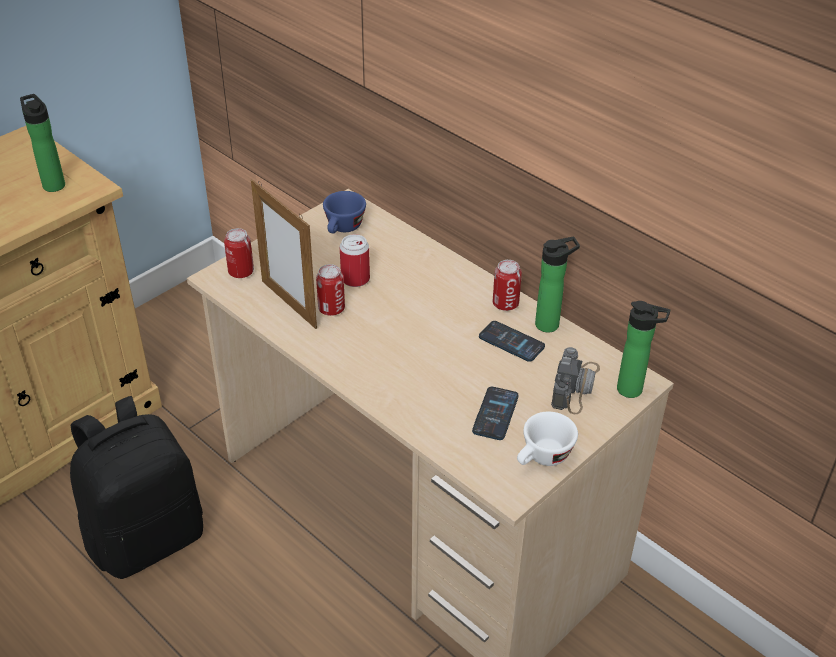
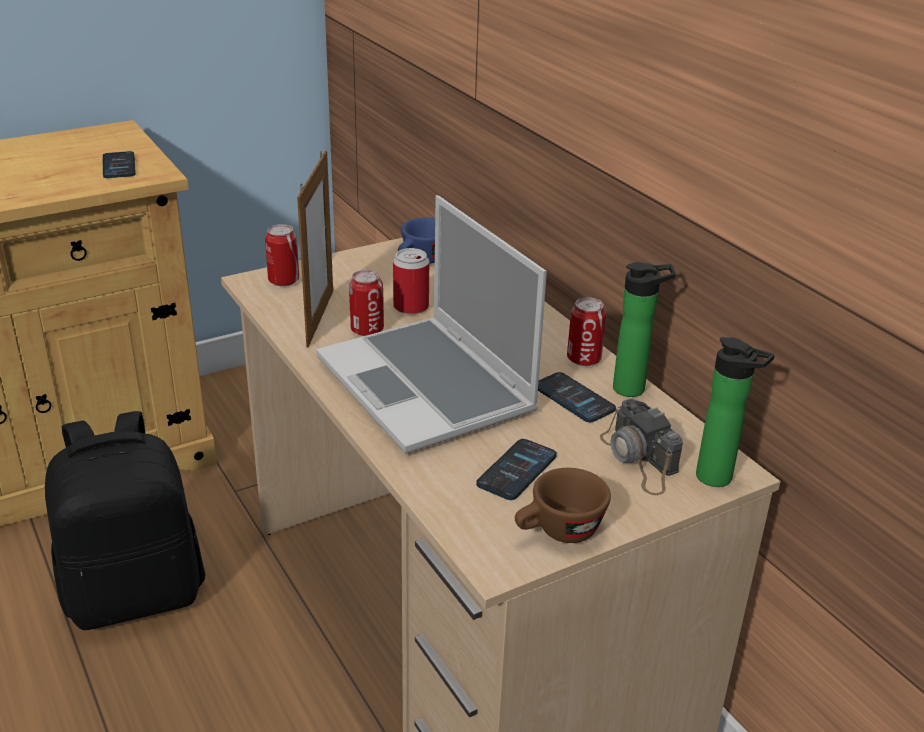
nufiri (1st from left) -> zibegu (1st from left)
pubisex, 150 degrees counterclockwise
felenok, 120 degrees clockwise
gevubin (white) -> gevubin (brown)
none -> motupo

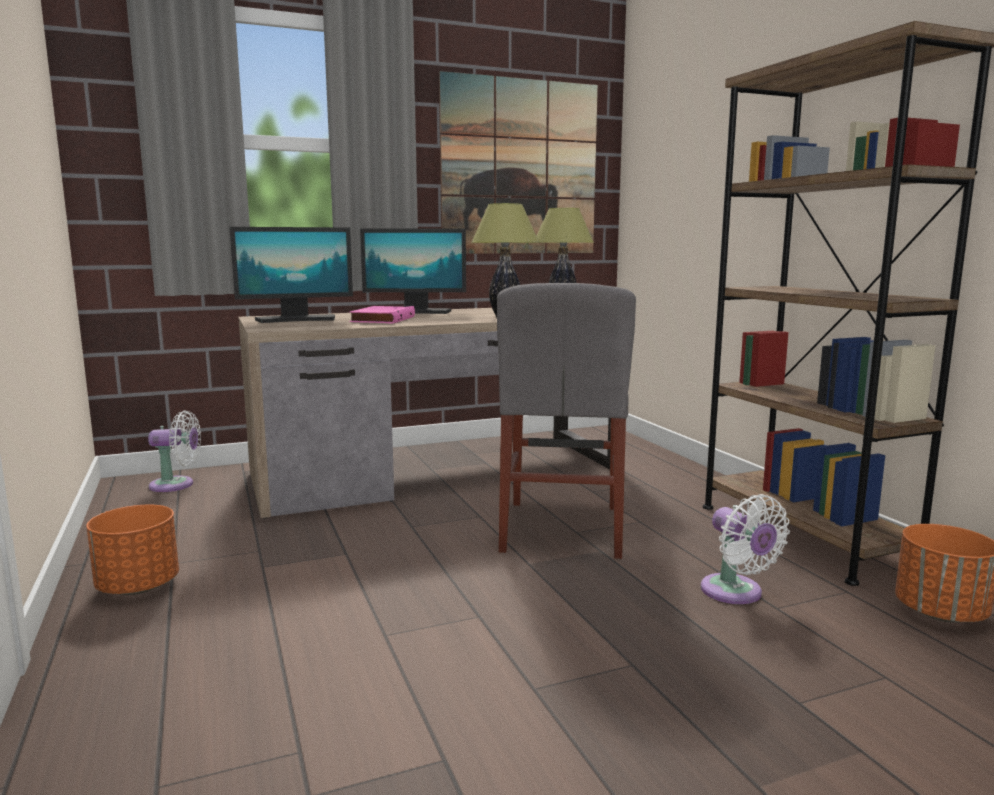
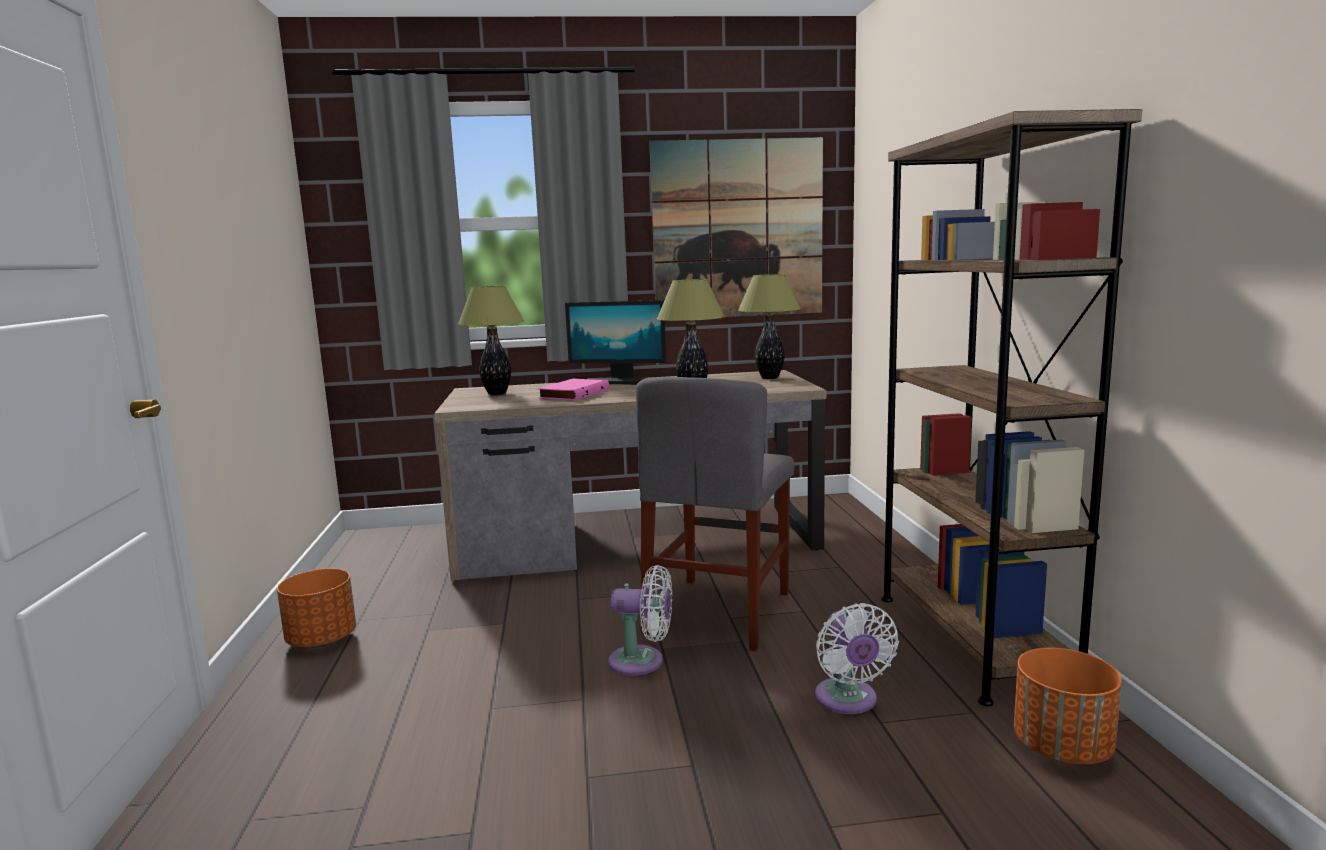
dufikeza (1st from left) -> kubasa (1st from left)
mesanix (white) (1st from left), moved

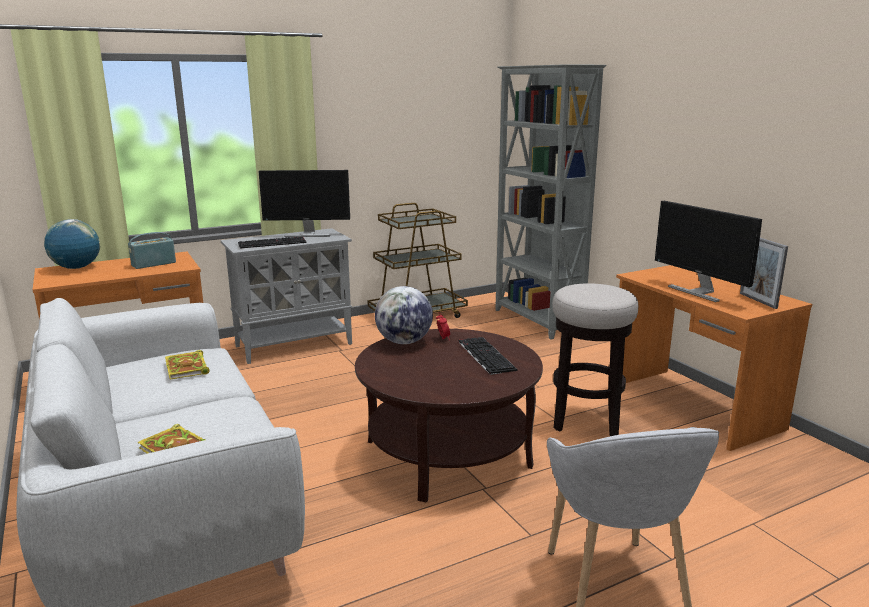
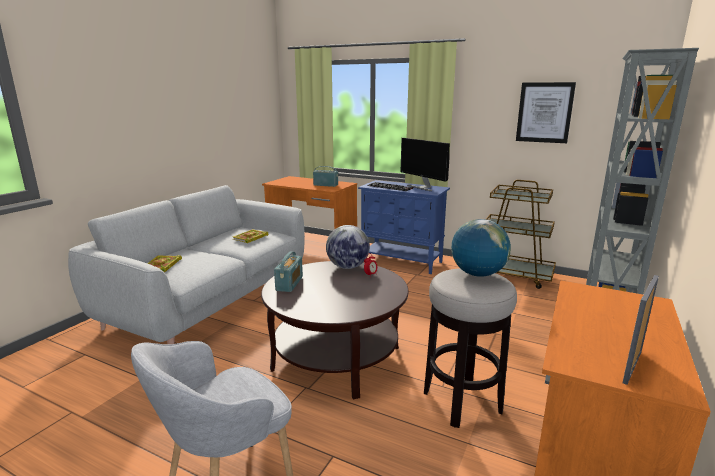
dufikeza (2nd from left) -> none
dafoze (1st from left in the first image) -> dafoze (2nd from left), moved
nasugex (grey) -> nasugex (blue)
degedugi (2nd from left) -> none
none -> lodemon
none -> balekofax (1st from left)

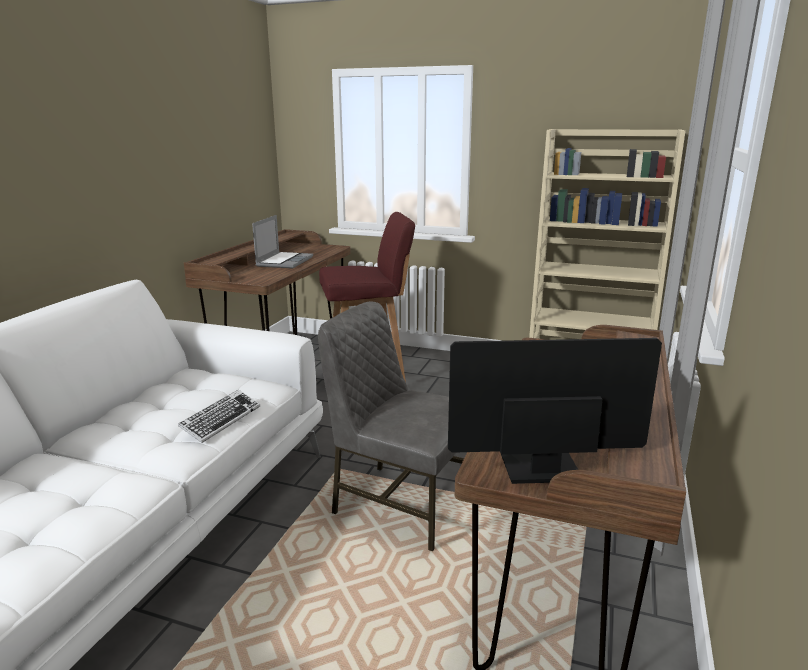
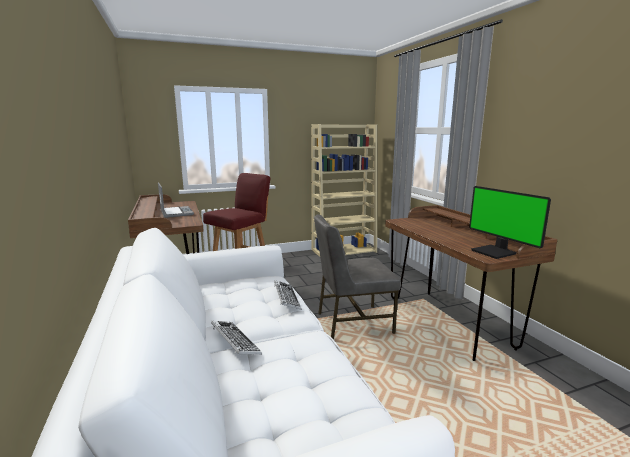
dufikeza, 75 degrees counterclockwise
none -> degedugi (1st from left)

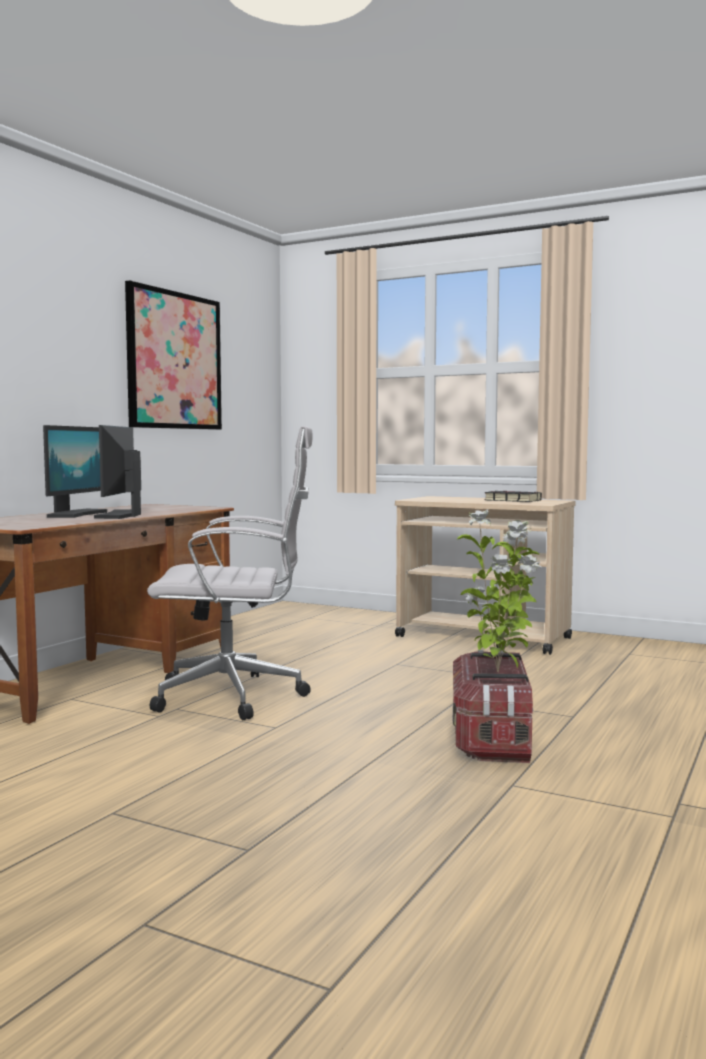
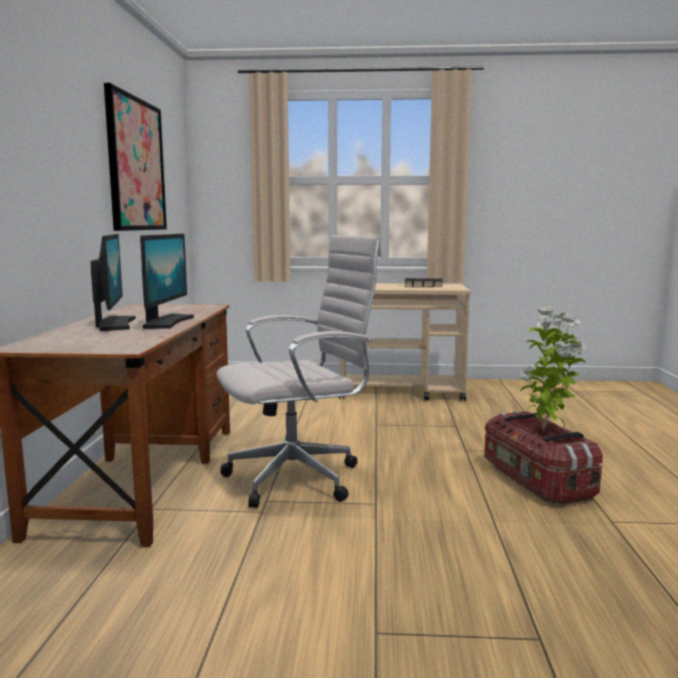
dufikeza (2nd from left), 150 degrees counterclockwise

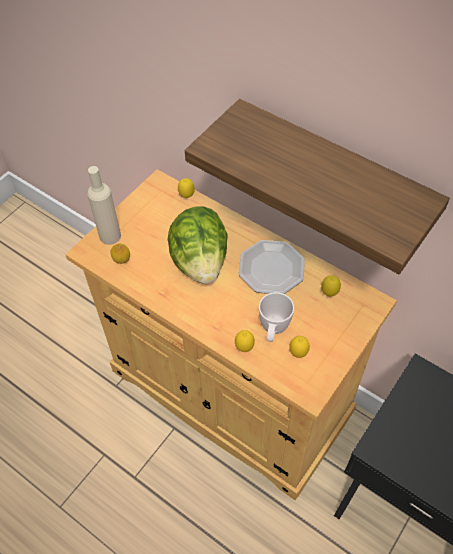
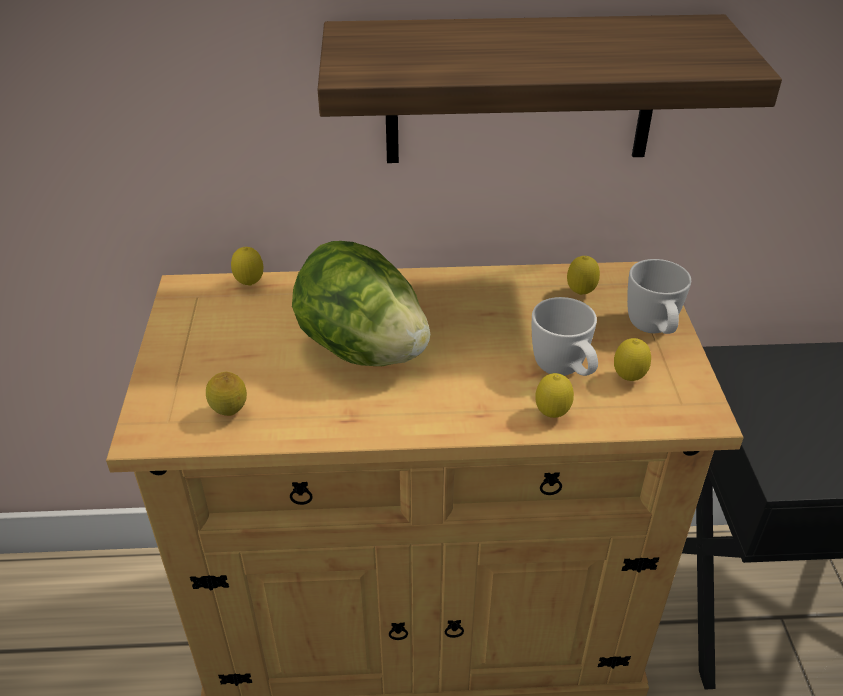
nufiri (beige) -> none
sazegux -> none
none -> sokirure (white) (2nd from left)

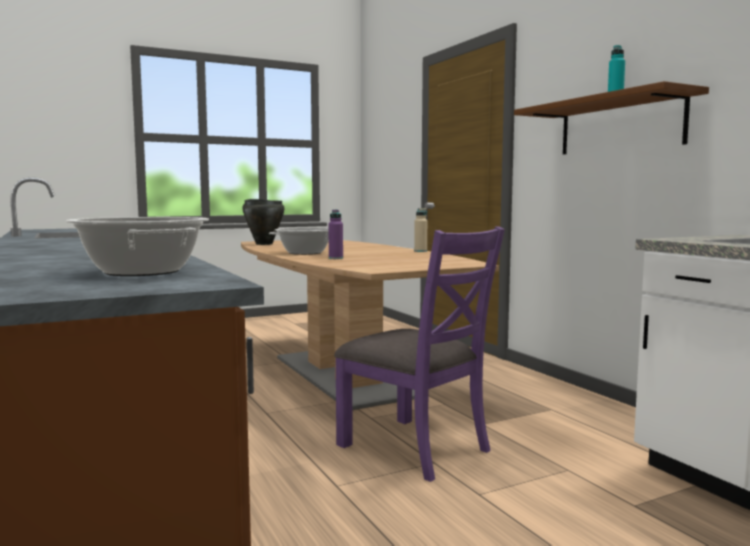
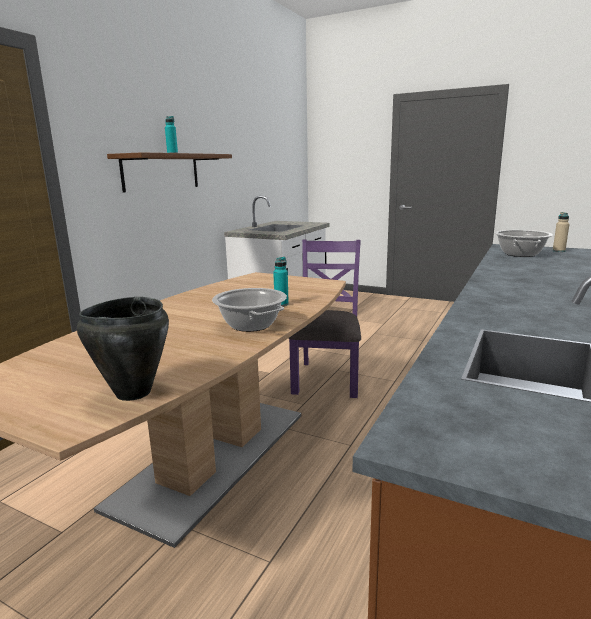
nufiri (beige), moved
nufiri (purple) -> nufiri (turquoise) (2nd from left)

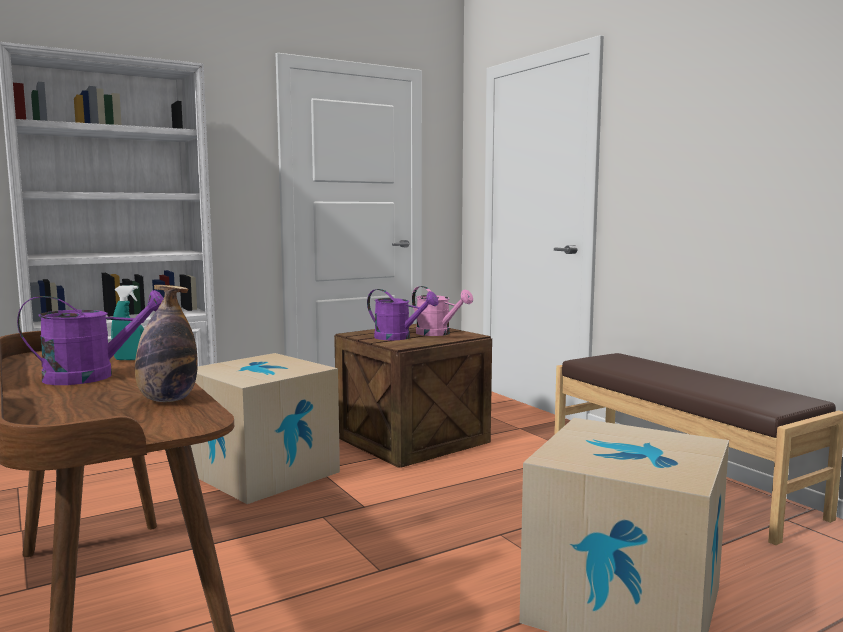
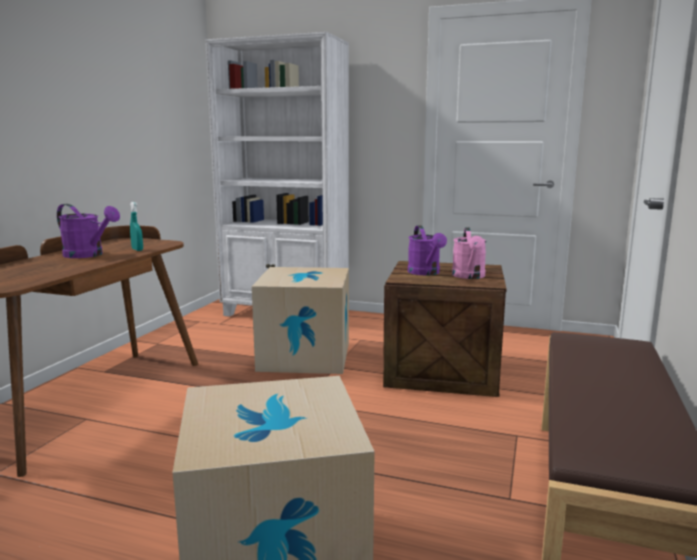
nufiri -> none

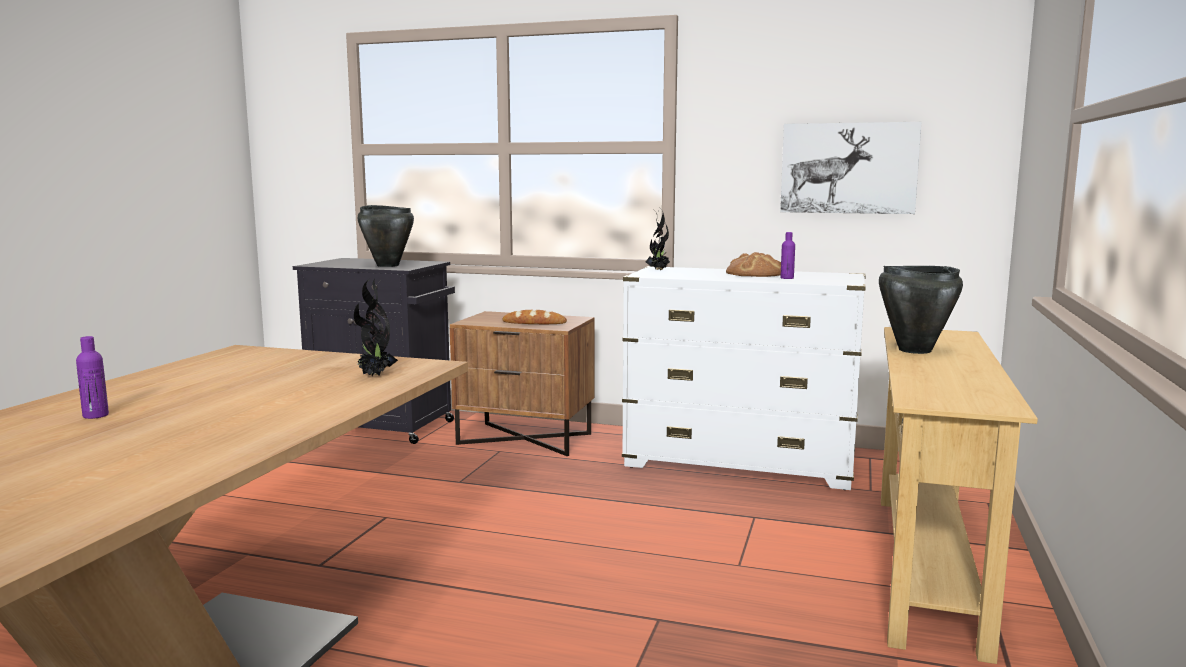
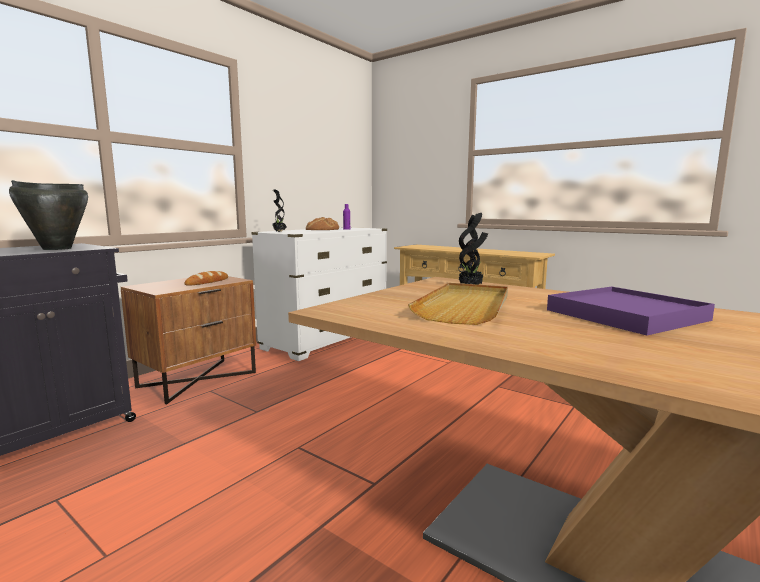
lodemon -> none
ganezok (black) (2nd from left) -> none
nufiri (purple) (1st from left) -> none
none -> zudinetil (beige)
none -> zudinetil (purple)

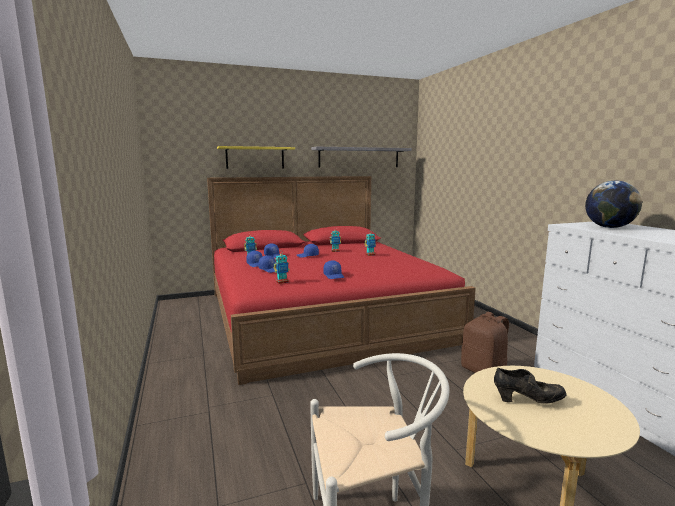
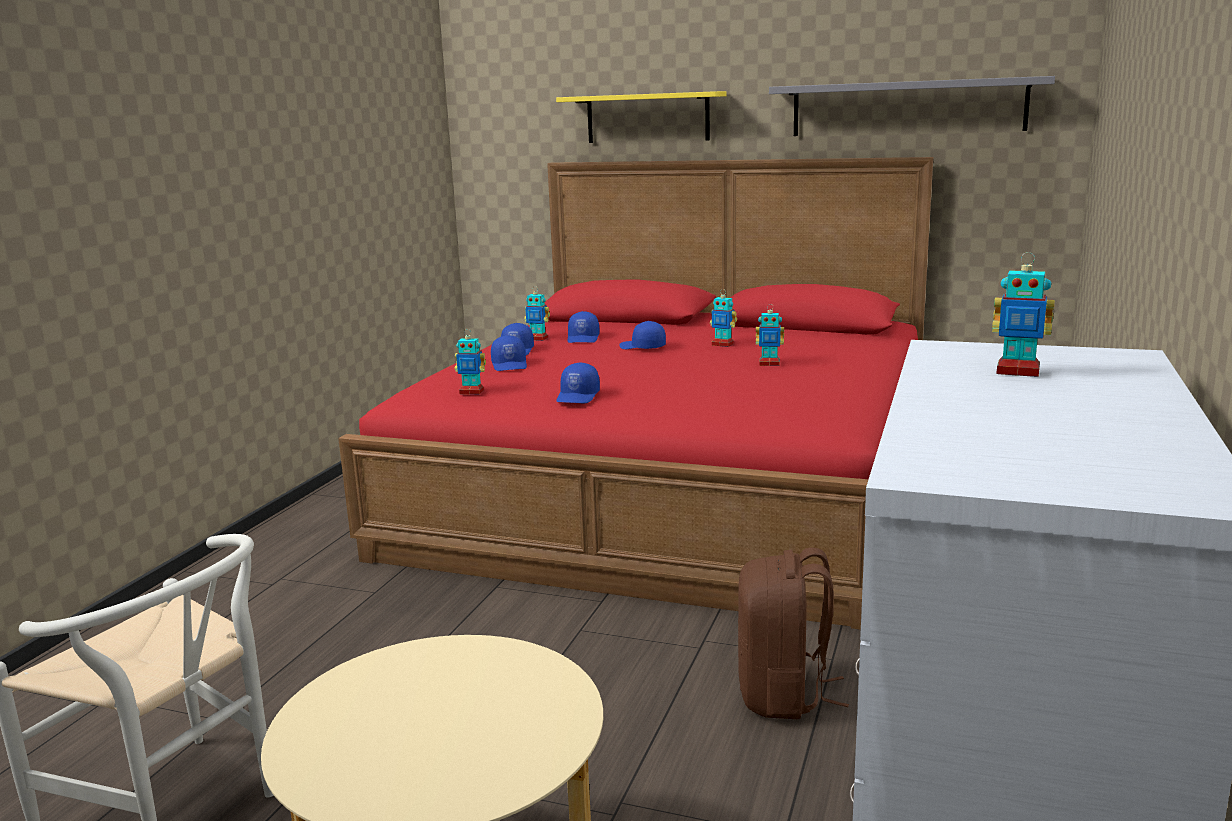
dafoze -> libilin (5th from left)
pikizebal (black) -> none

